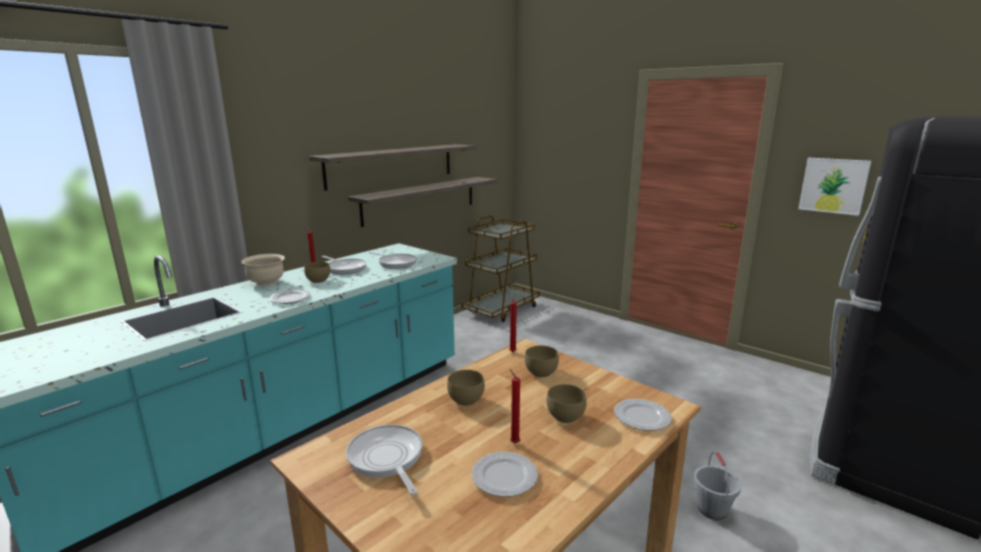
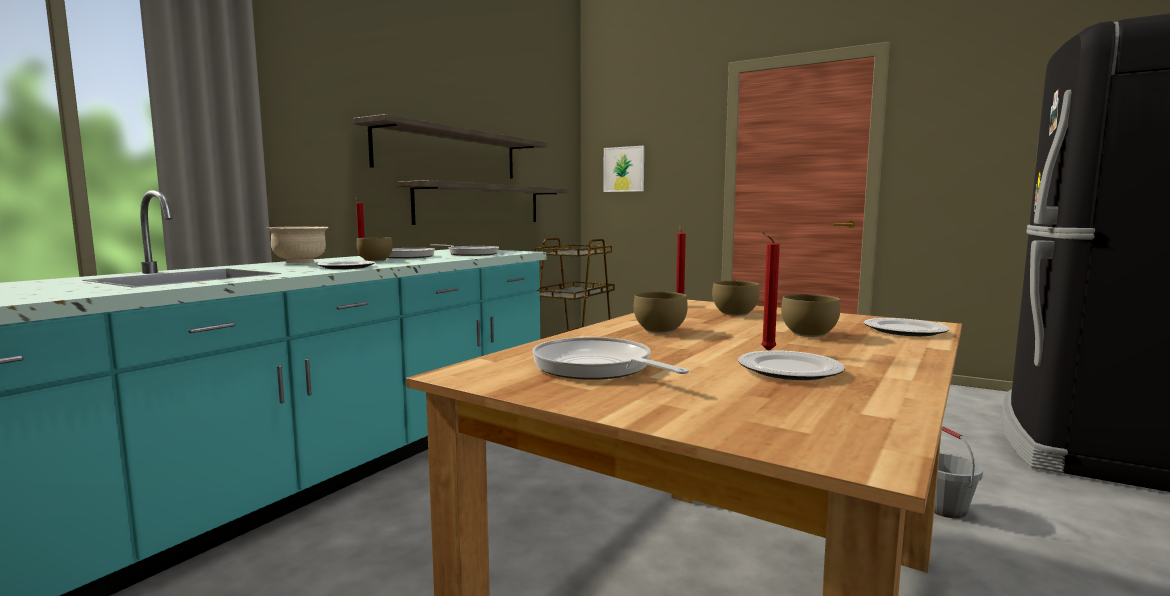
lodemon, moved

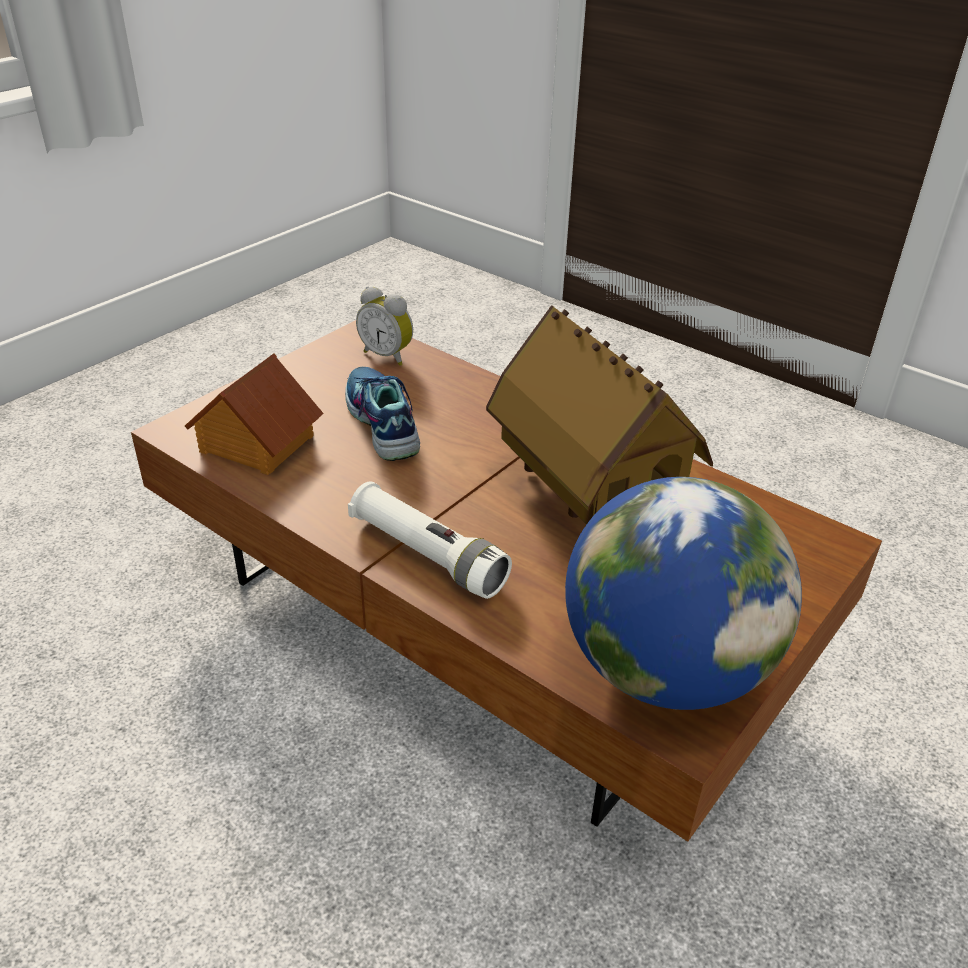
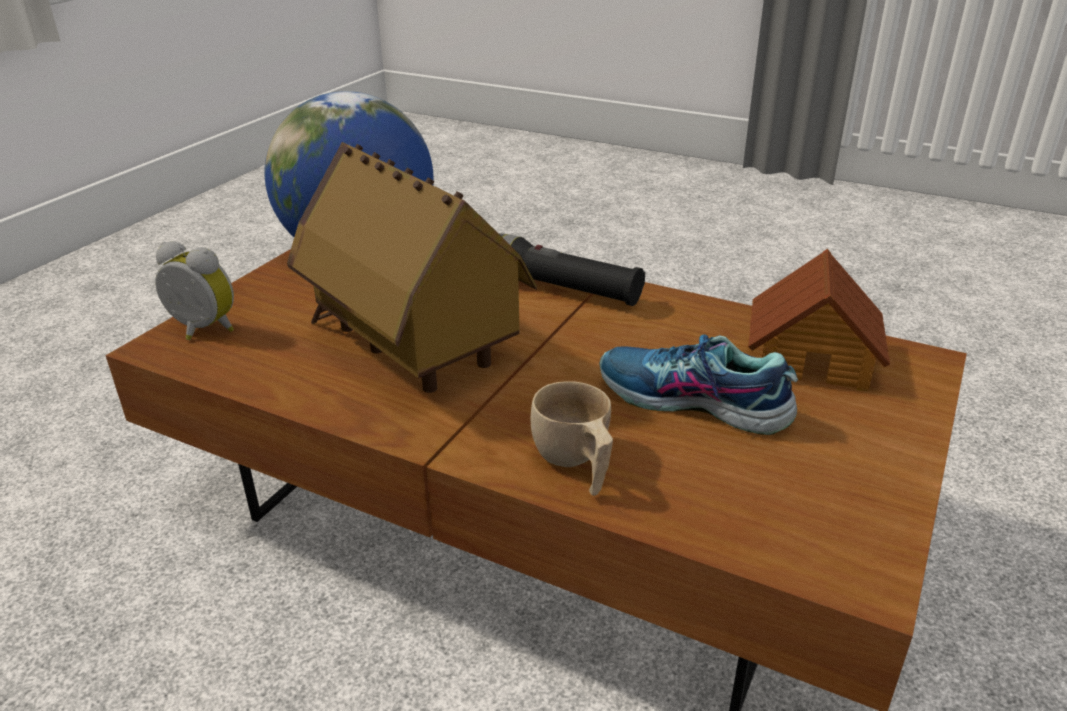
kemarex, moved
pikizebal, 150 degrees clockwise
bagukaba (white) -> bagukaba (black)
none -> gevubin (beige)

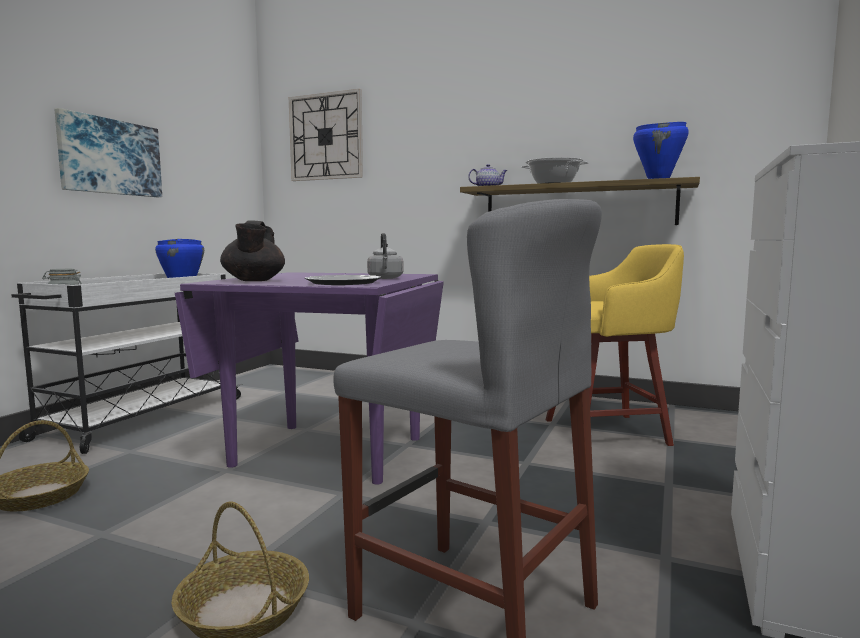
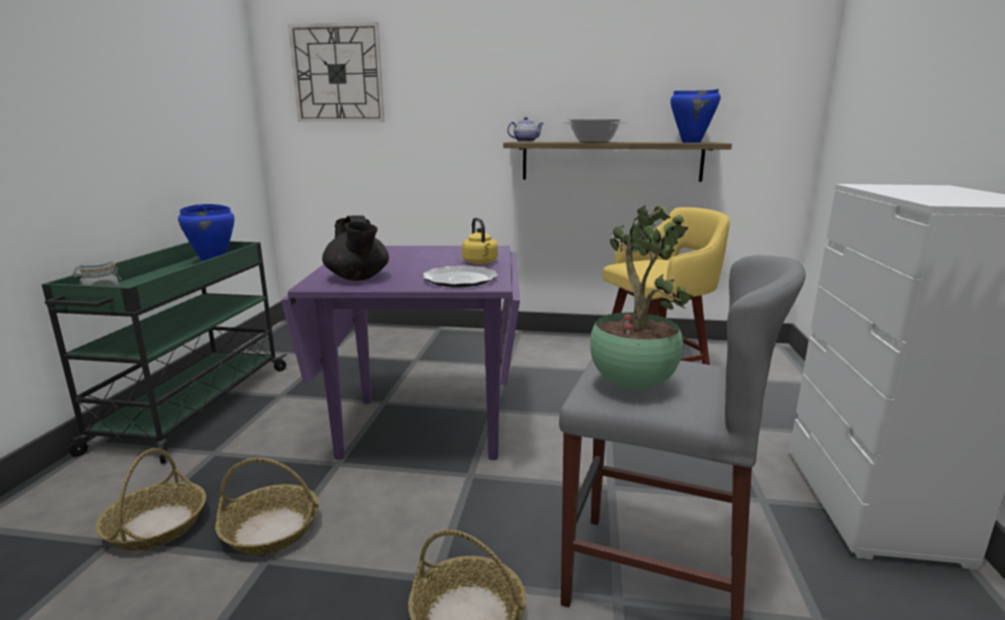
lodemon -> none
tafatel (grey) -> tafatel (yellow)
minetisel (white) -> minetisel (green)
none -> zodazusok
none -> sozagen (2nd from left)

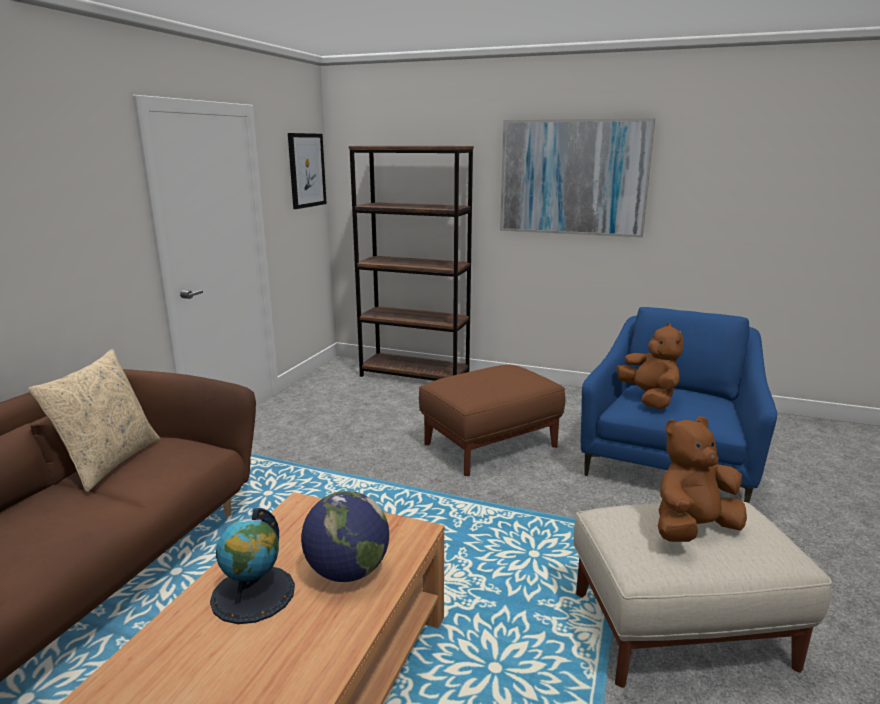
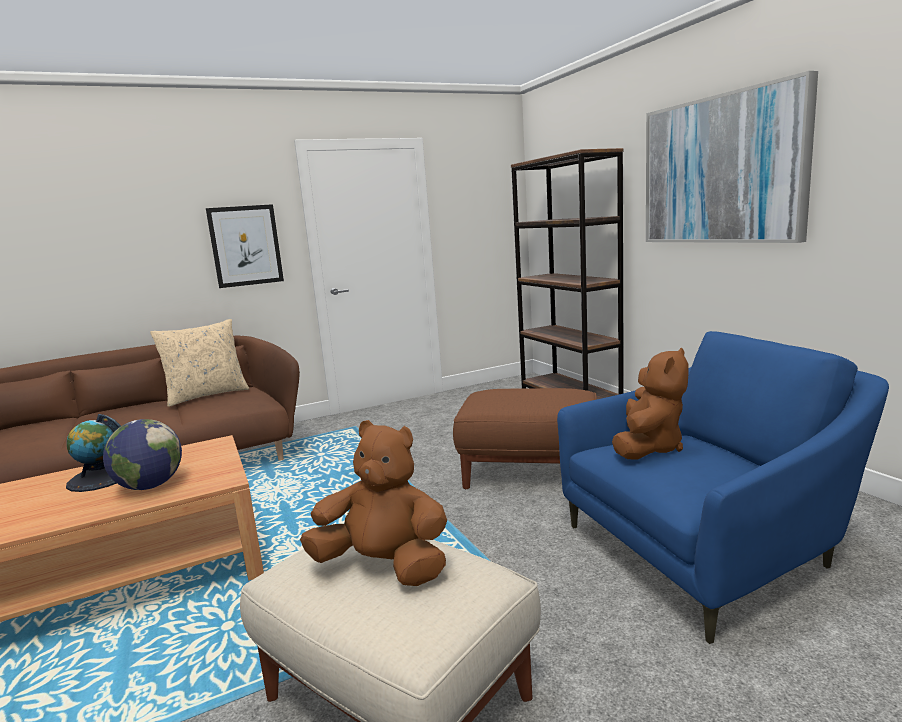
lodemon (1st from left), moved

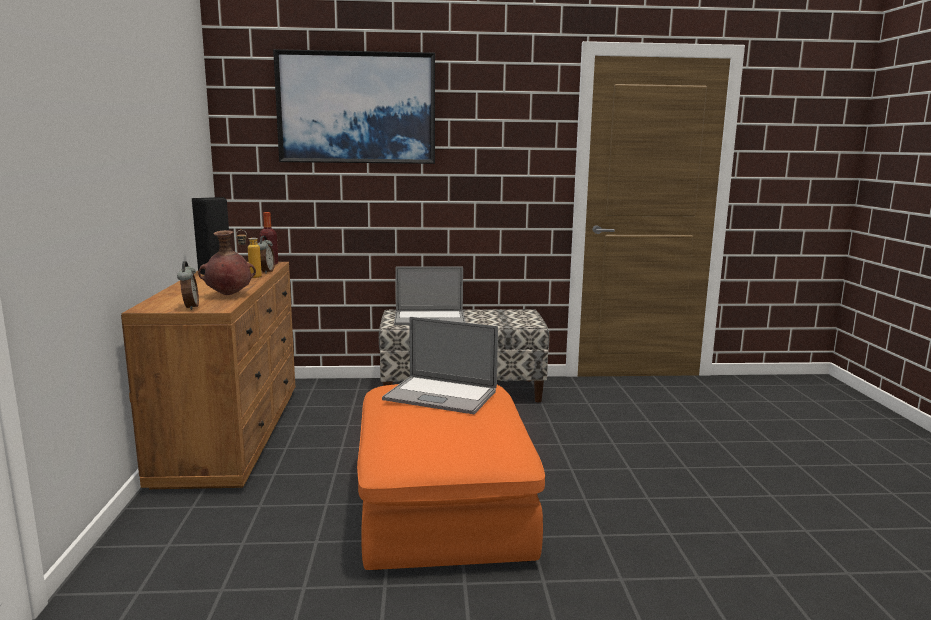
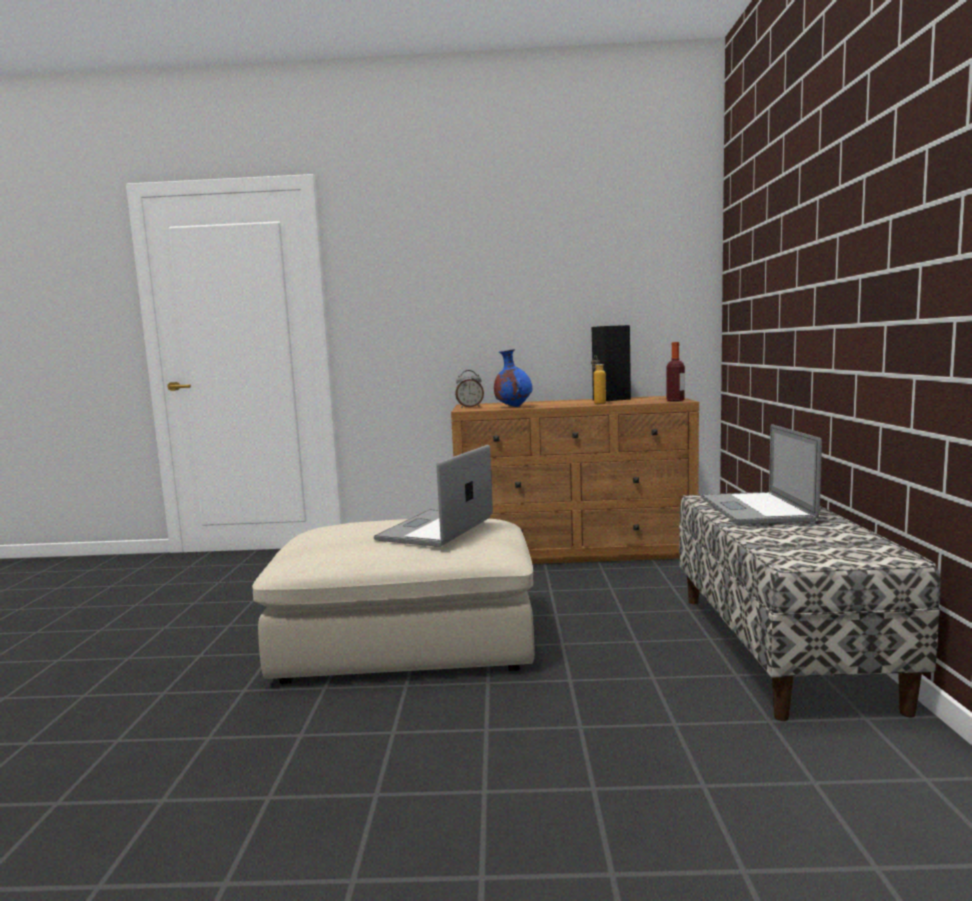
lodemon -> none
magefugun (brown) -> magefugun (blue)
kemarex (2nd from left) -> none
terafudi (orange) -> terafudi (beige)

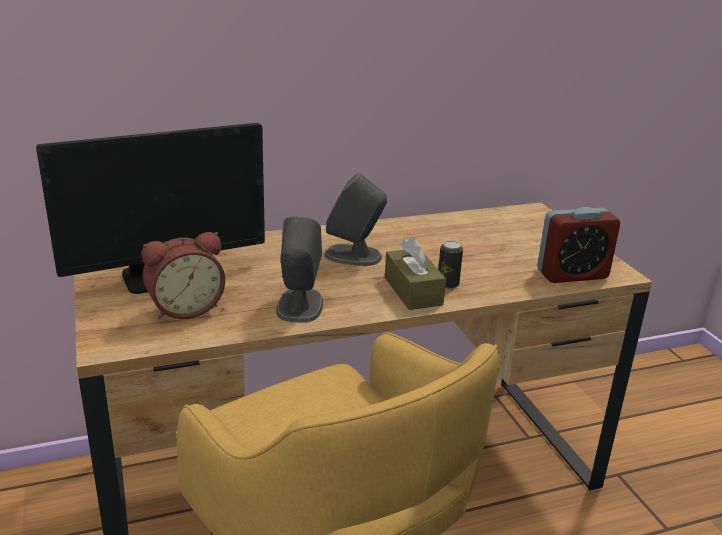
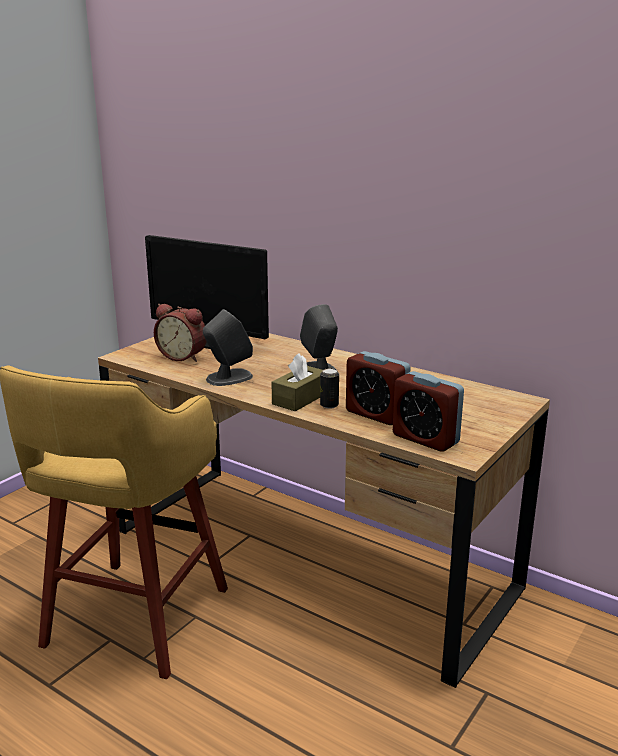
none -> kemarex (2nd from left)

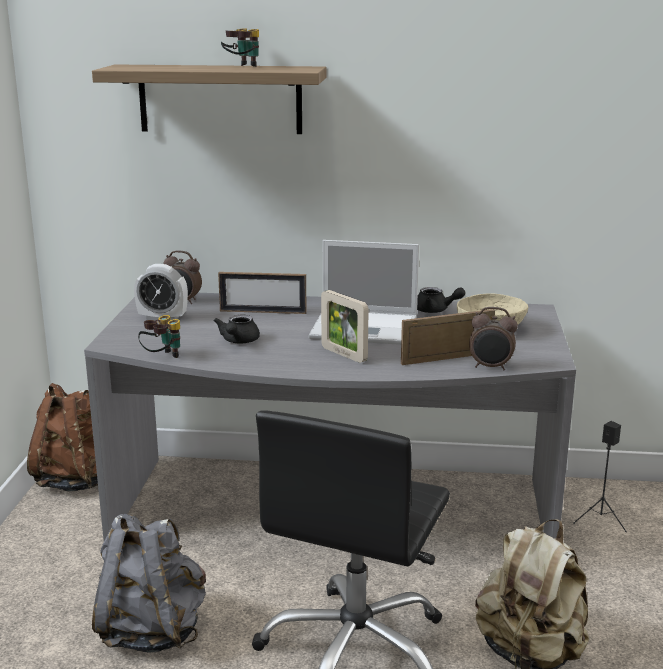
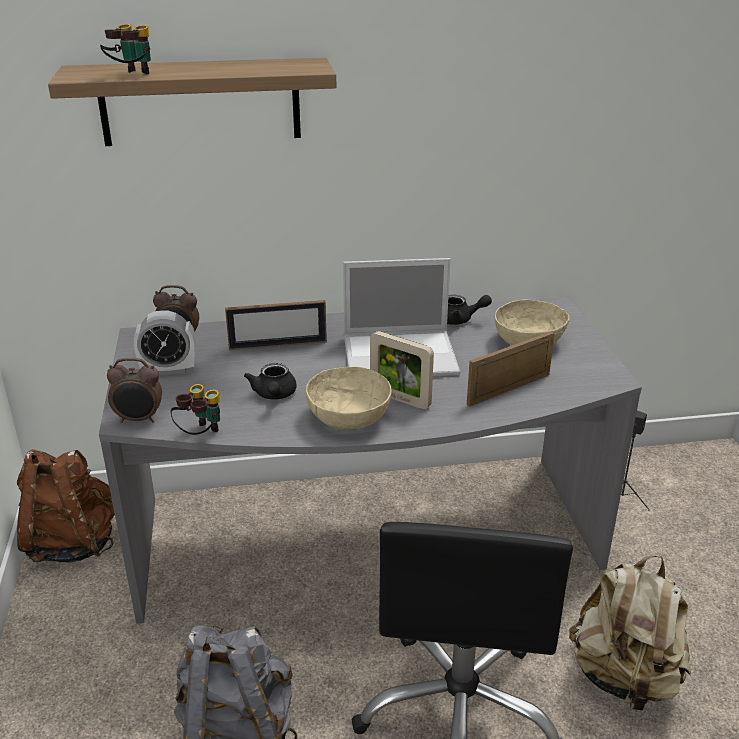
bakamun (2nd from left in the first image) -> bakamun (1st from left), moved
kemarex (3rd from left in the first image) -> kemarex (1st from left), moved
none -> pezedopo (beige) (1st from left)

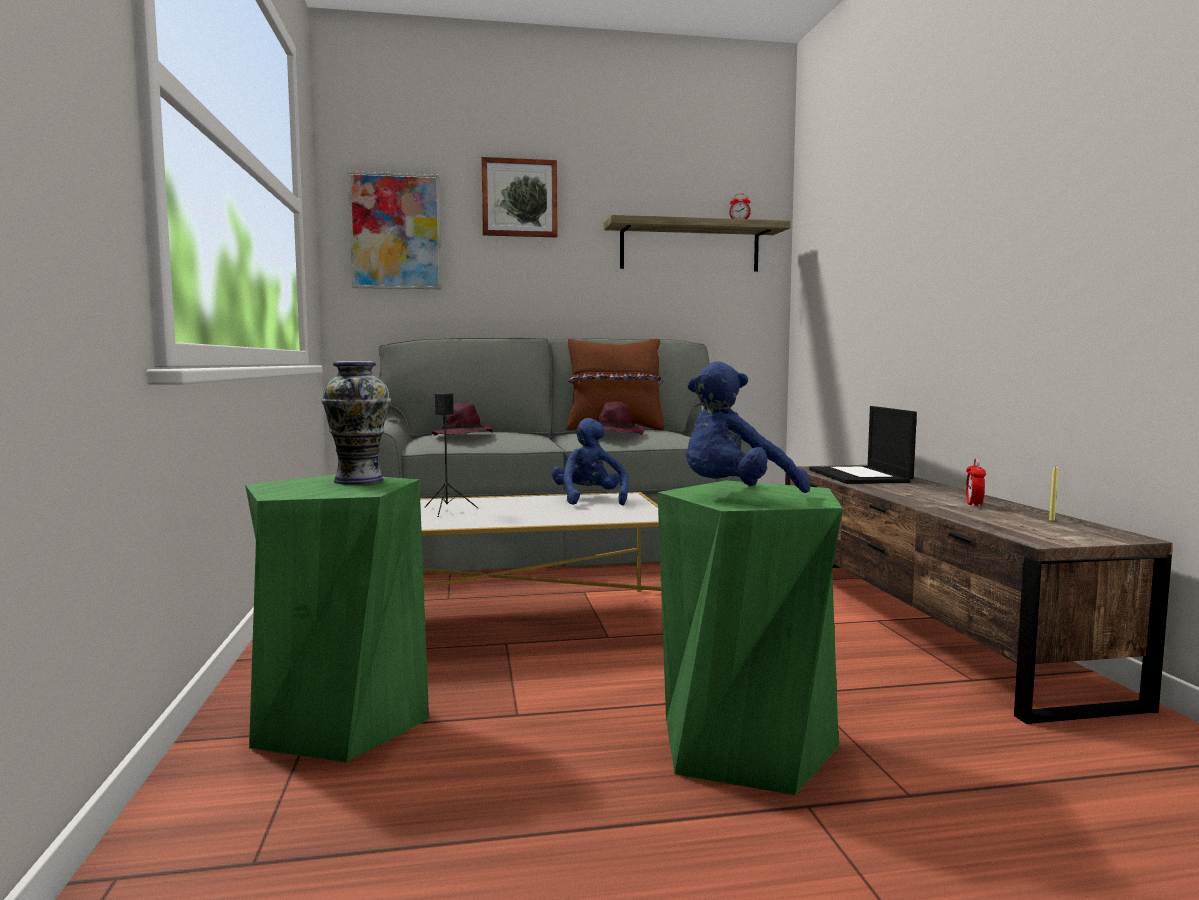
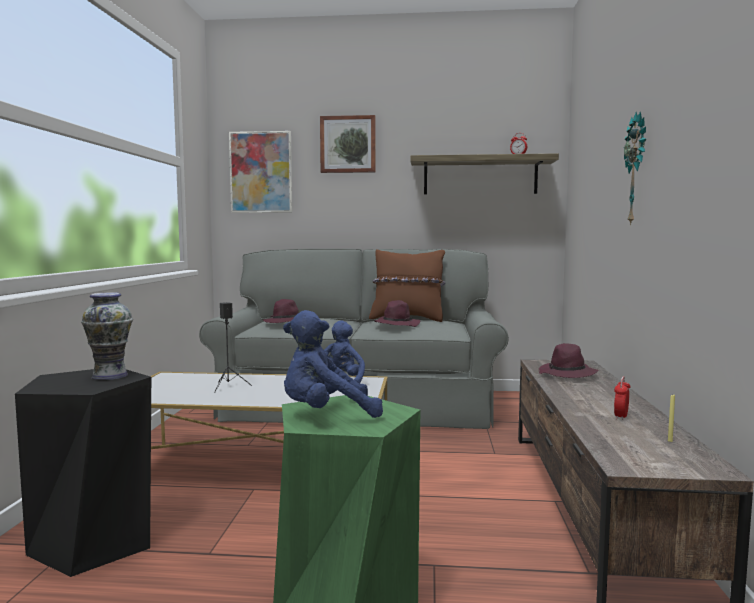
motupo -> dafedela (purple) (3rd from left)
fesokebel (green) (1st from left) -> fesokebel (black)
none -> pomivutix

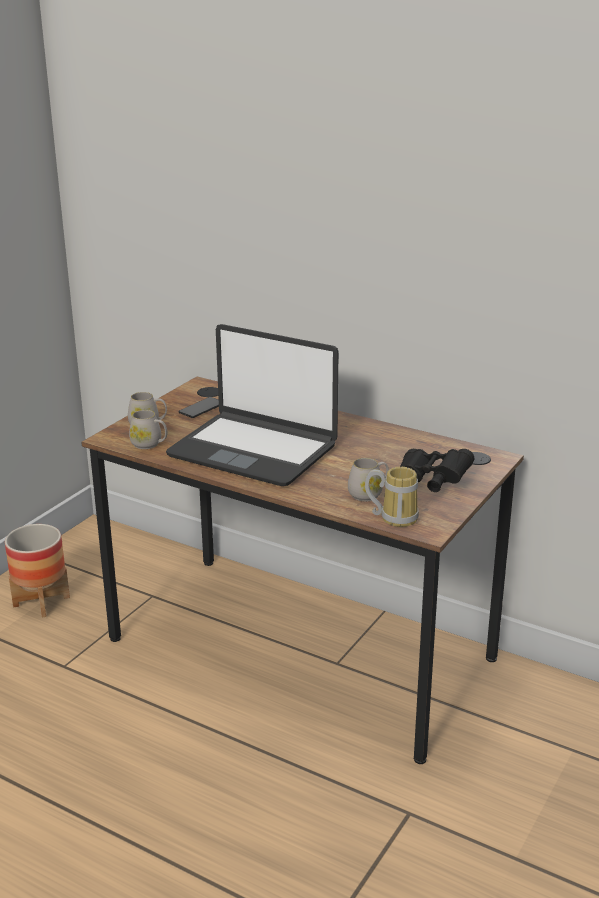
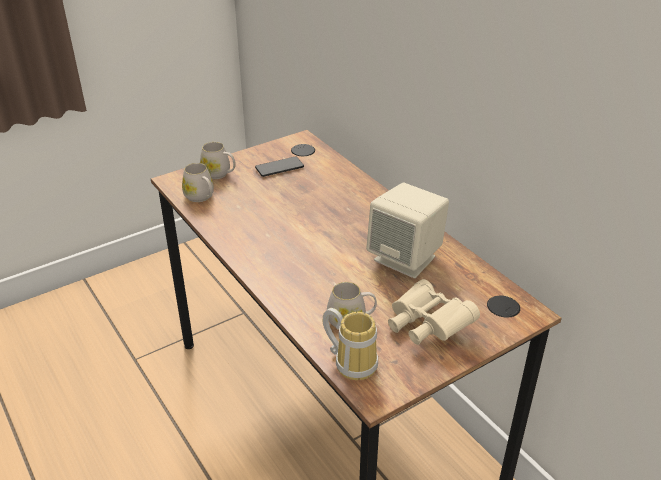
motupo -> none
bakamun (black) -> bakamun (beige)
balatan -> none
none -> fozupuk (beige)

